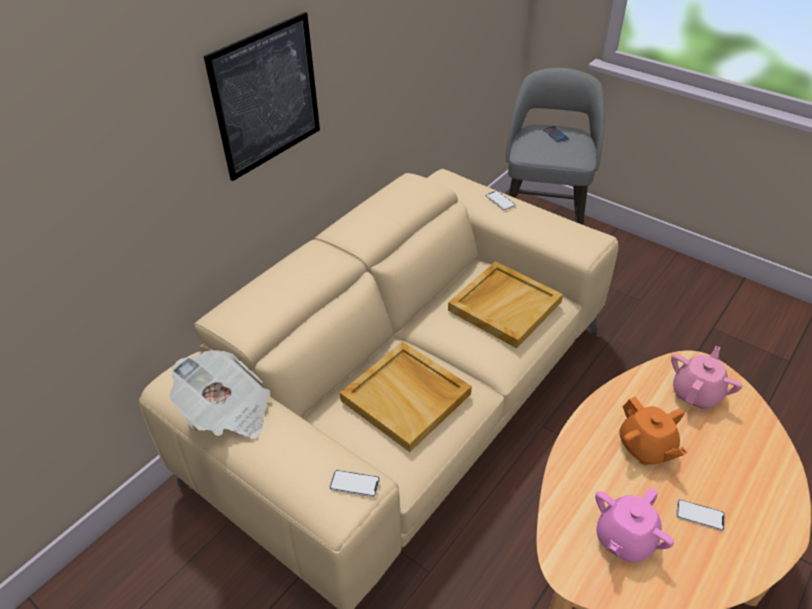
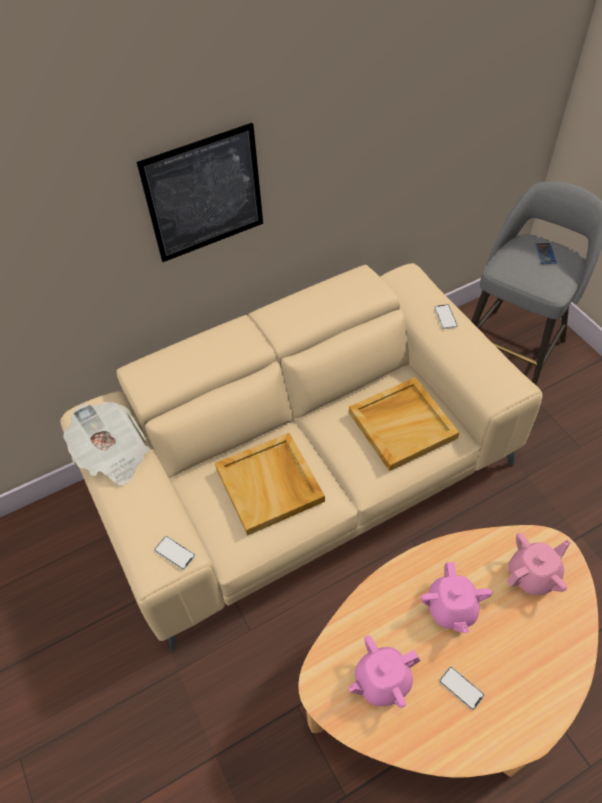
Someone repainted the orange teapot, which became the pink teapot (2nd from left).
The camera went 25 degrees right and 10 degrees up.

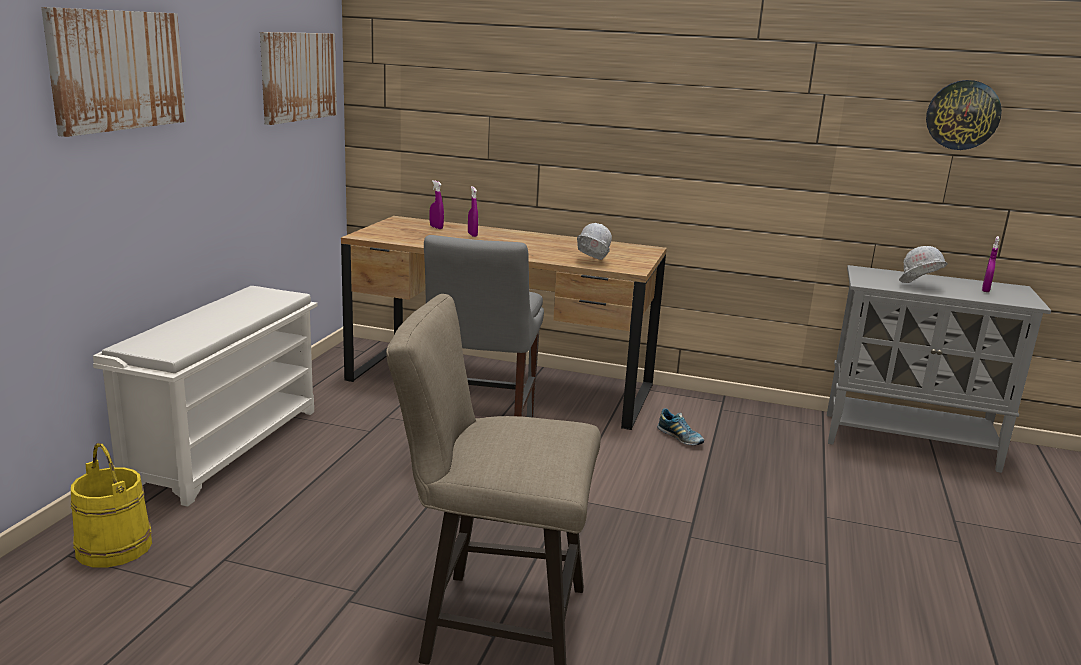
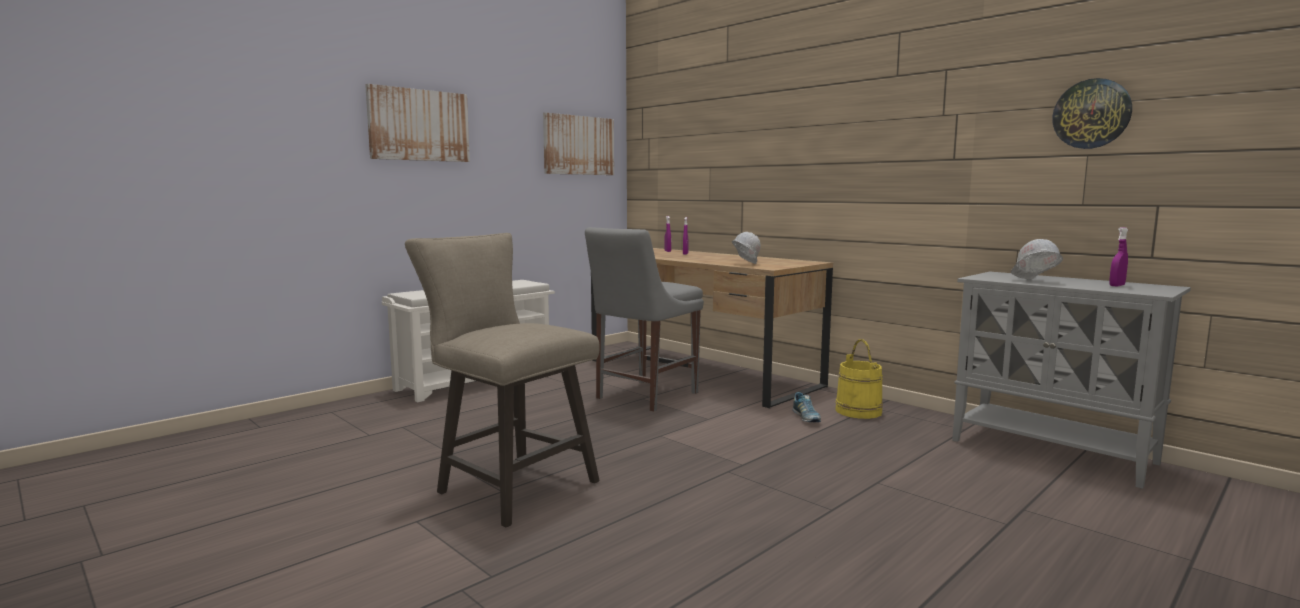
Someone carried the yellow bucket.
The camera went 30 degrees right and 10 degrees down.

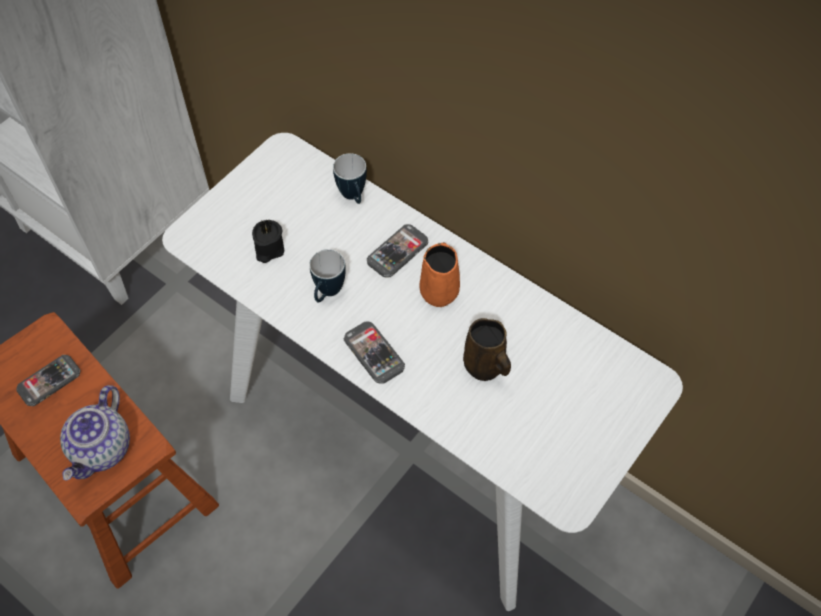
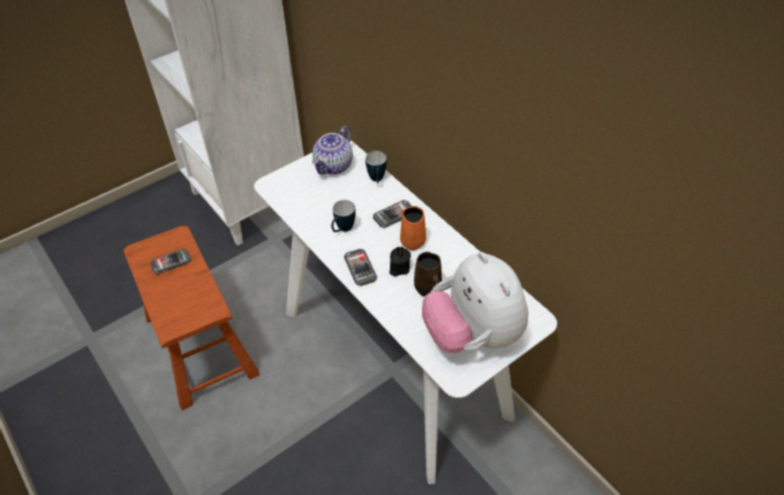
Someone carried the black candle.
Someone carried the teapot.
Someone put down the plush toy.
The camera went 15 degrees right and 10 degrees down.

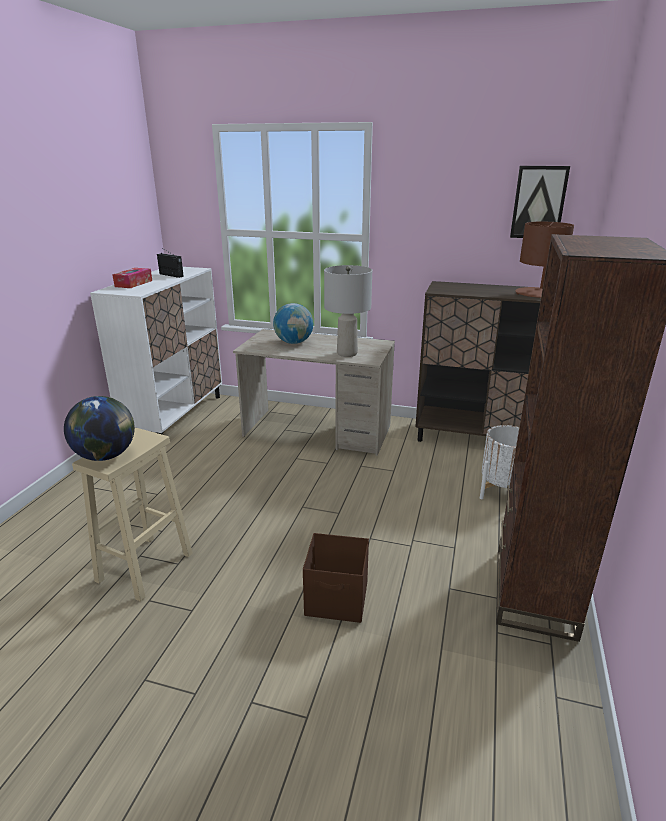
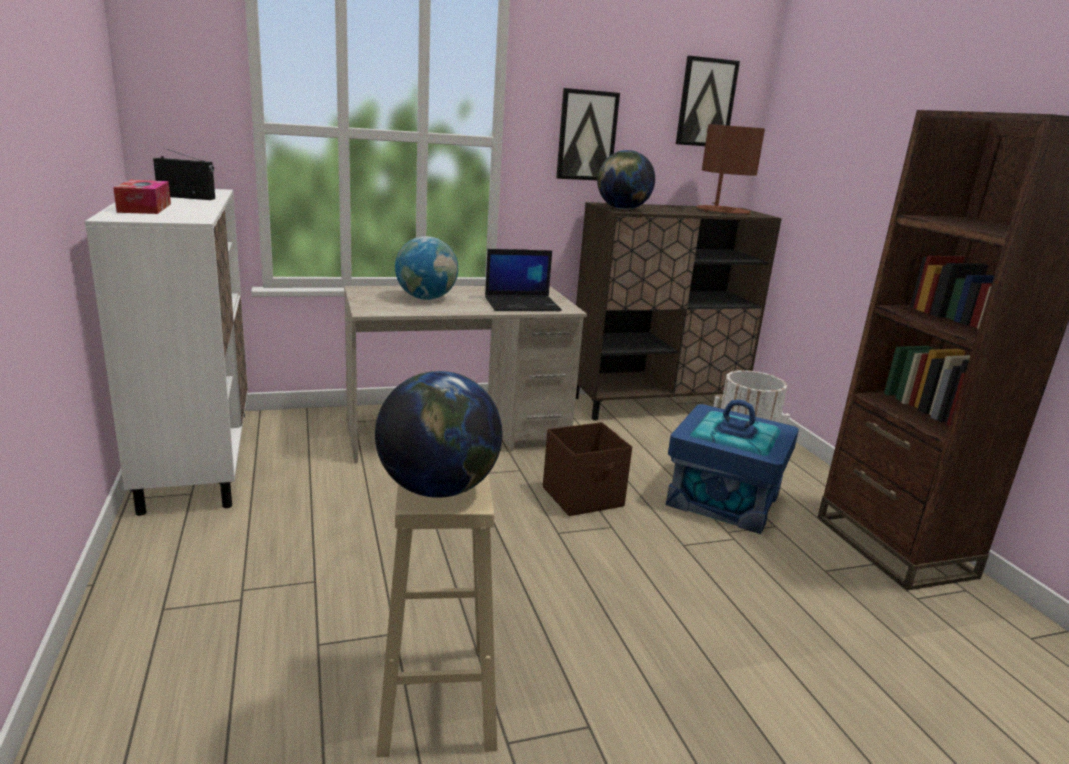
Someone swapped the grey table lamp for the laptop.
Someone carried the brown storage box.
Someone put up the picture (1st from left).
Someone put down the globe (3rd from left).
Someone put down the blue storage box.
The camera went 35 degrees left and 5 degrees down.

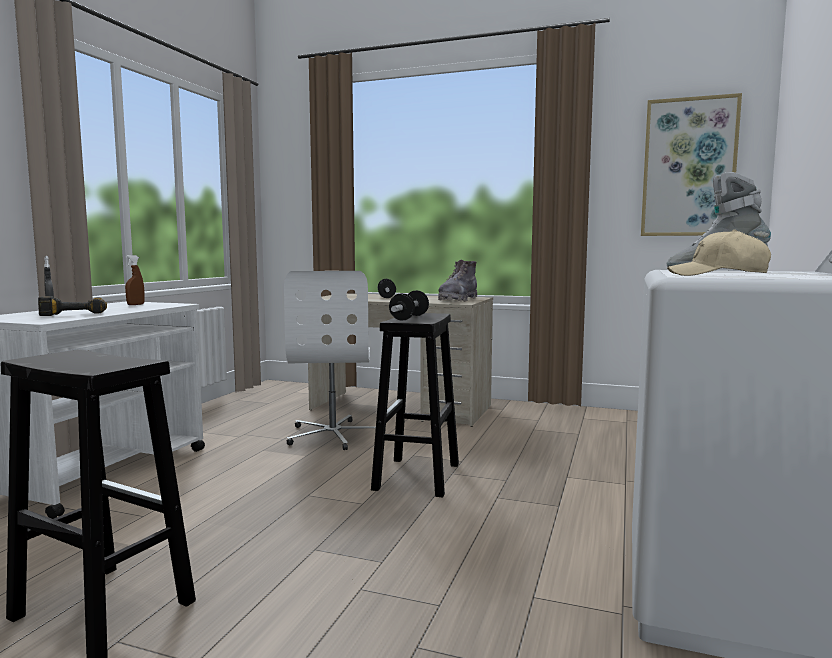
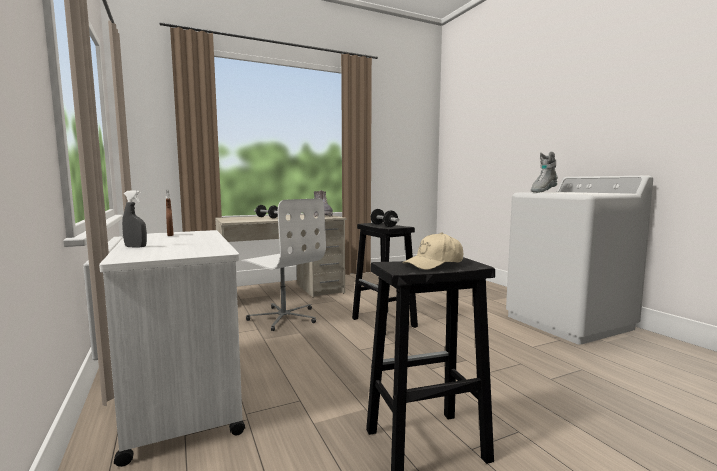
Someone took away the picture.
Someone carried the beige cap.
Someone took away the power drill.
The camera went 45 degrees left and 0 degrees up.

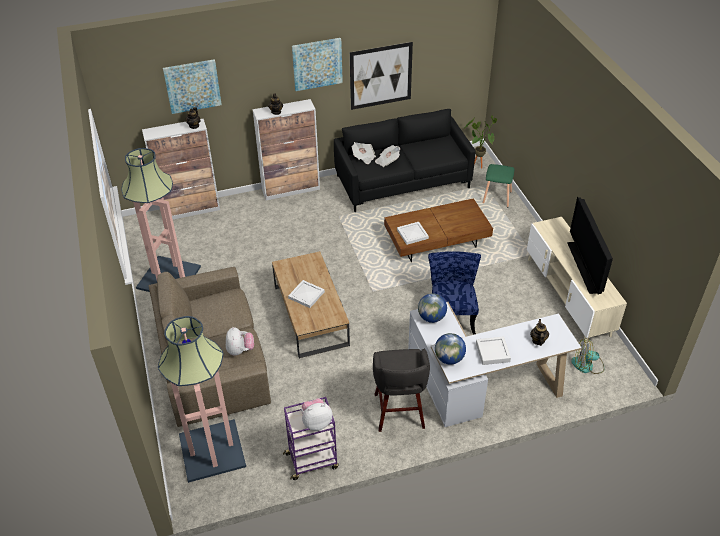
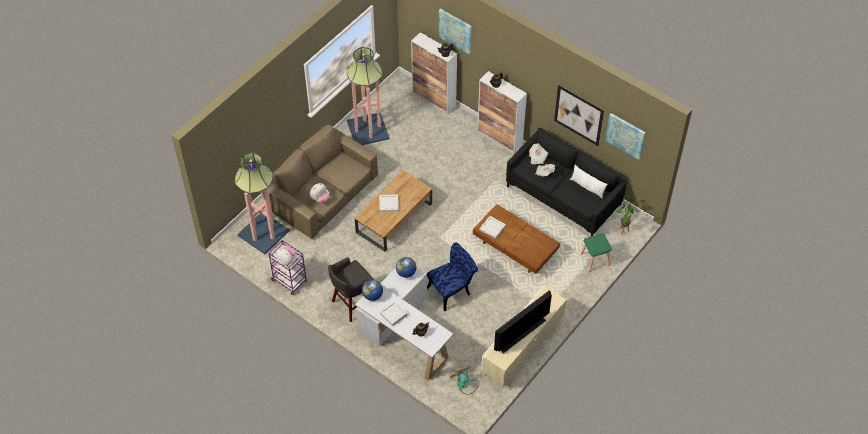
Someone carried the picture (2nd from left in the first image).
Someone put down the white pillow.
The camera went 55 degrees right and 10 degrees up.

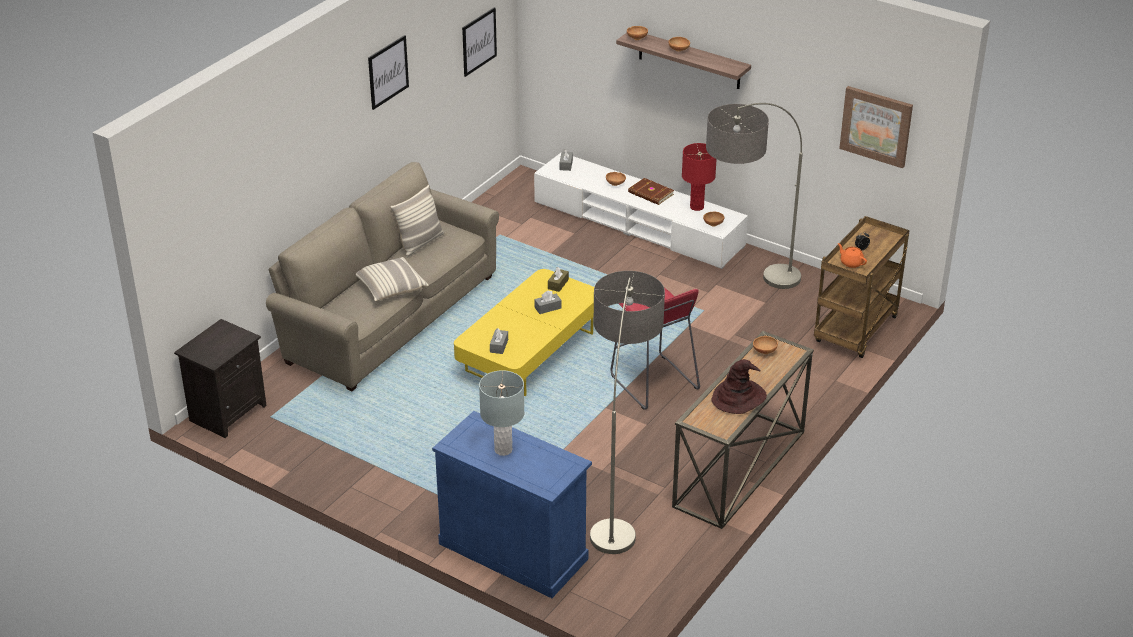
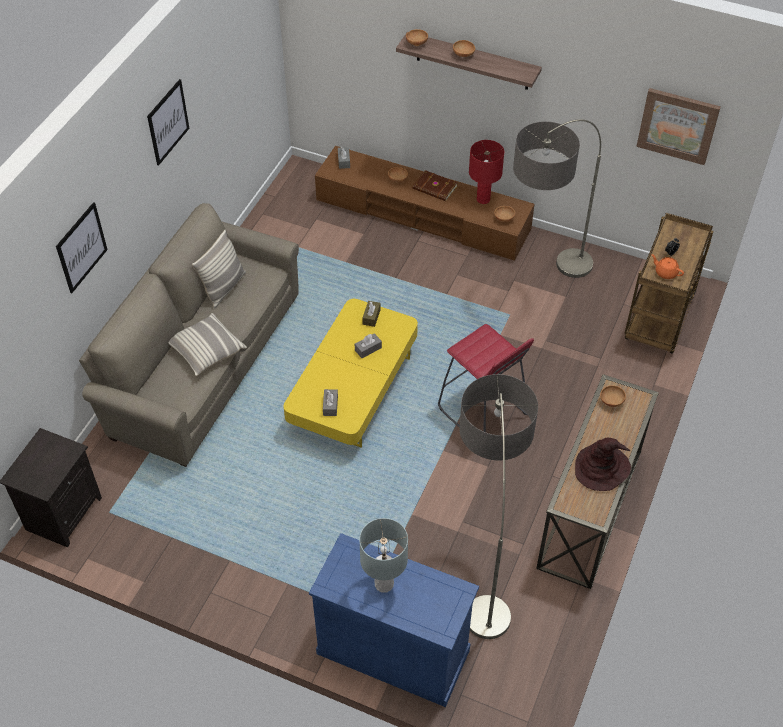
Someone carried the picture (2nd from left in the first image).
Someone repainted the white tv stand, which became the brown tv stand.
The camera went 10 degrees left and 15 degrees up.

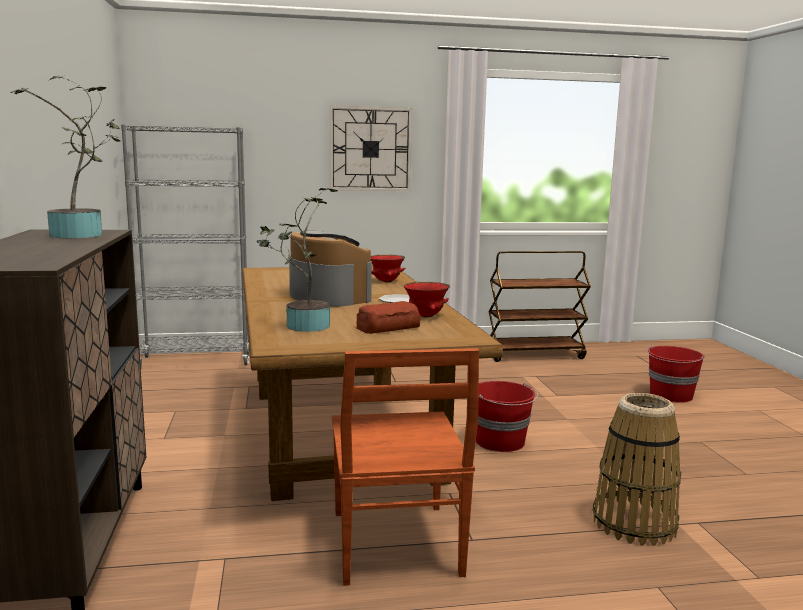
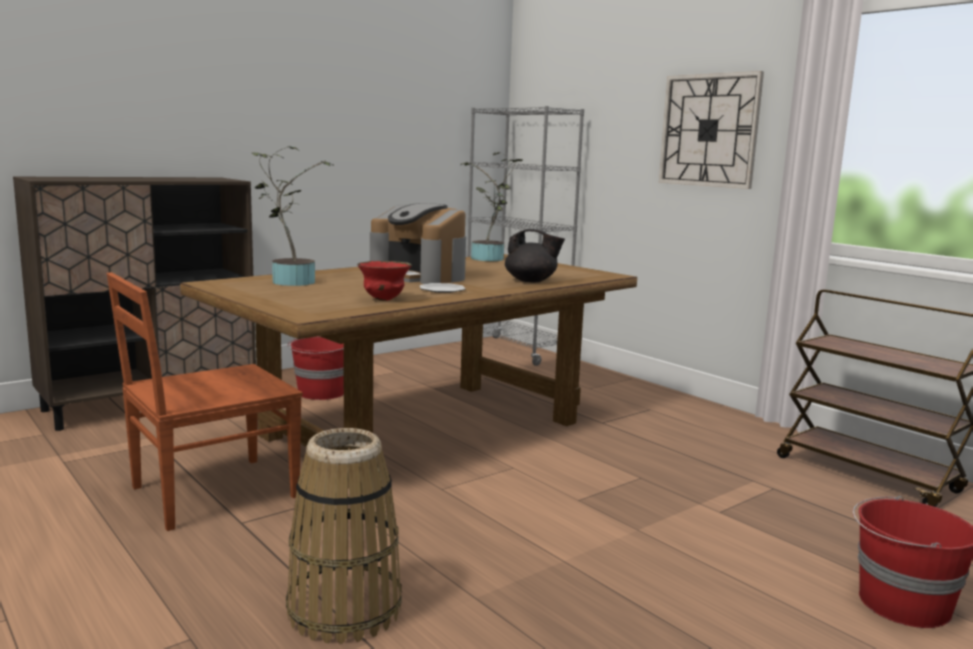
Someone carried the potted plant (1st from left in the first image).
Someone rotated the coffee machine by 105 degrees clockwise.
Someone swapped the red bowl (1st from left) for the black teapot.
Someone took away the bread.
Someone carried the red bucket (1st from left).
The camera went 60 degrees right and 0 degrees up.

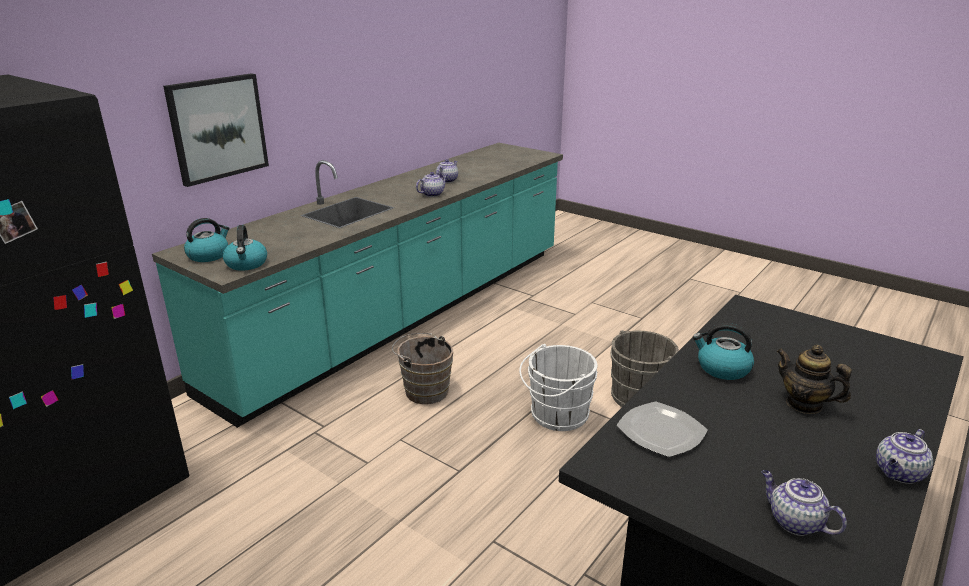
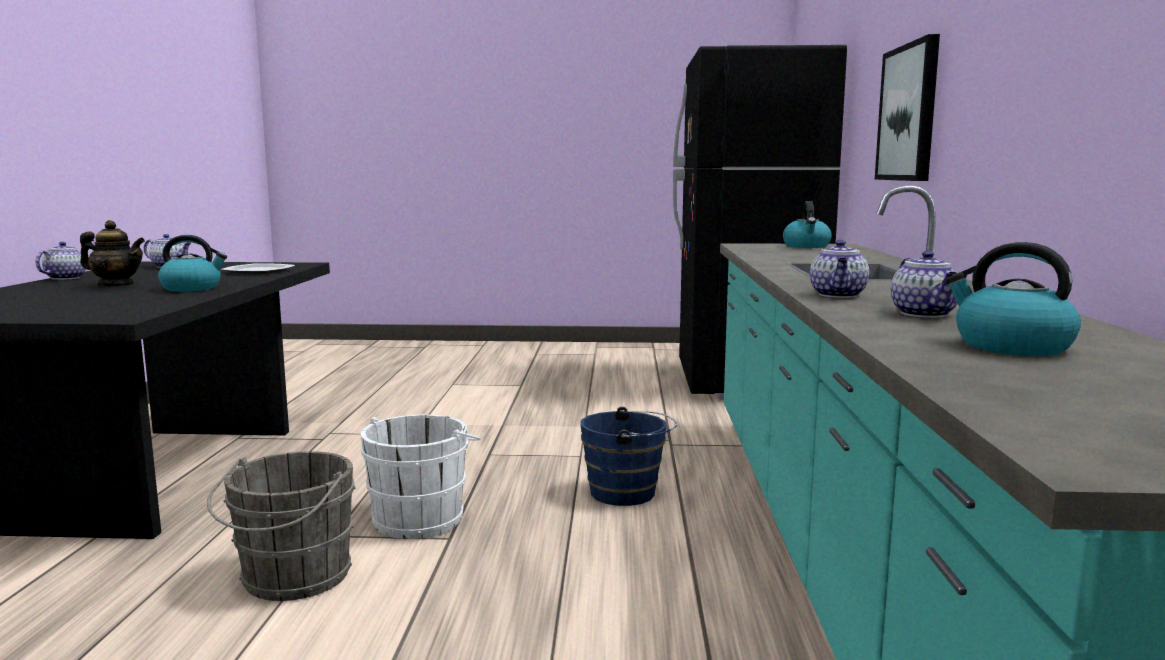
Someone carried the kettle (2nd from left in the first image).
Someone repainted the brown bucket, which became the blue bucket.
The camera went 145 degrees right and 15 degrees down.

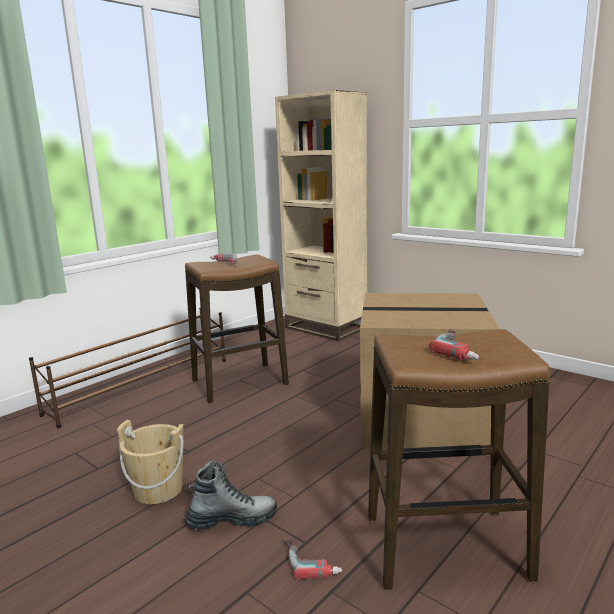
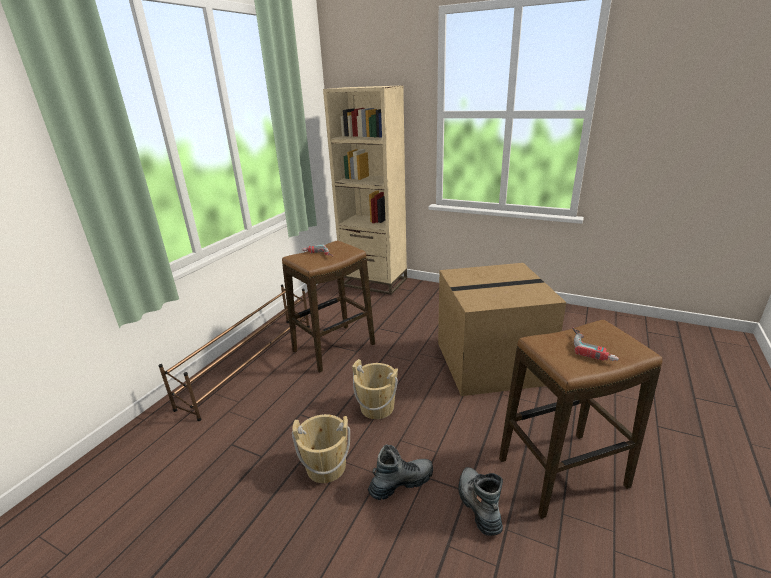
Someone swapped the power drill (2nd from left) for the boot (2nd from left).
Someone put down the beige bucket (2nd from left).
The camera went 15 degrees left and 10 degrees up.

